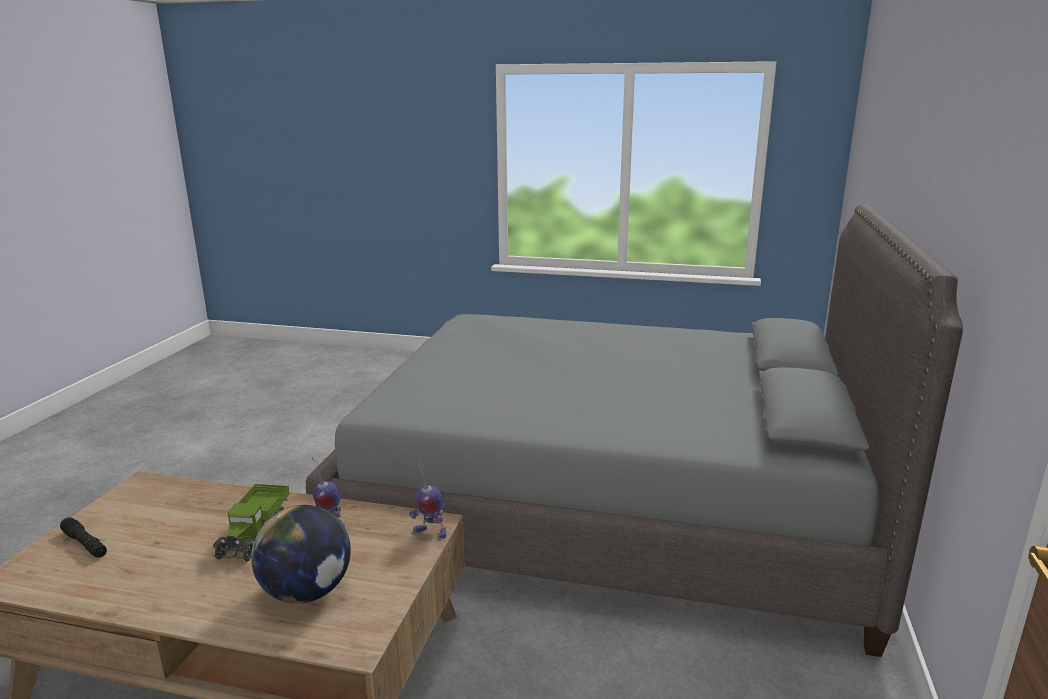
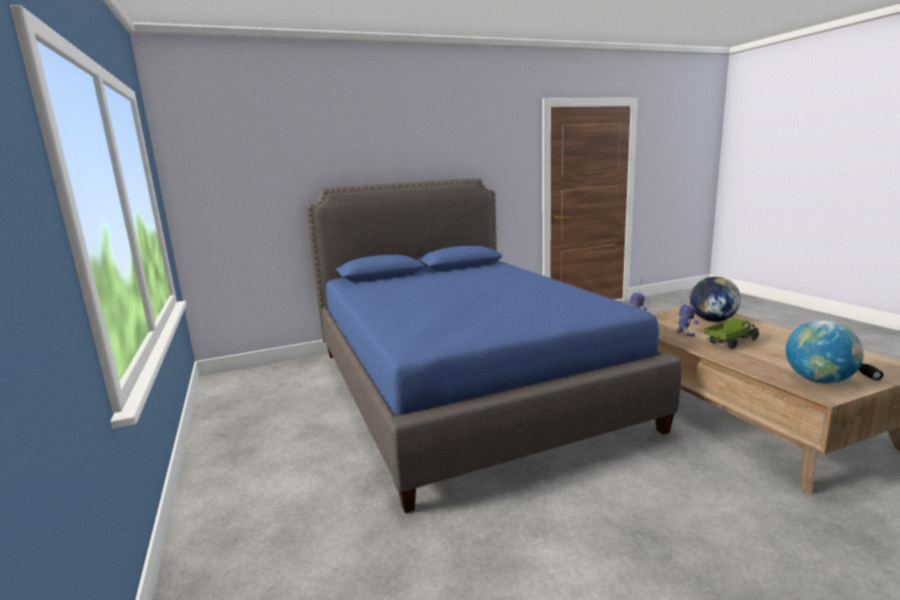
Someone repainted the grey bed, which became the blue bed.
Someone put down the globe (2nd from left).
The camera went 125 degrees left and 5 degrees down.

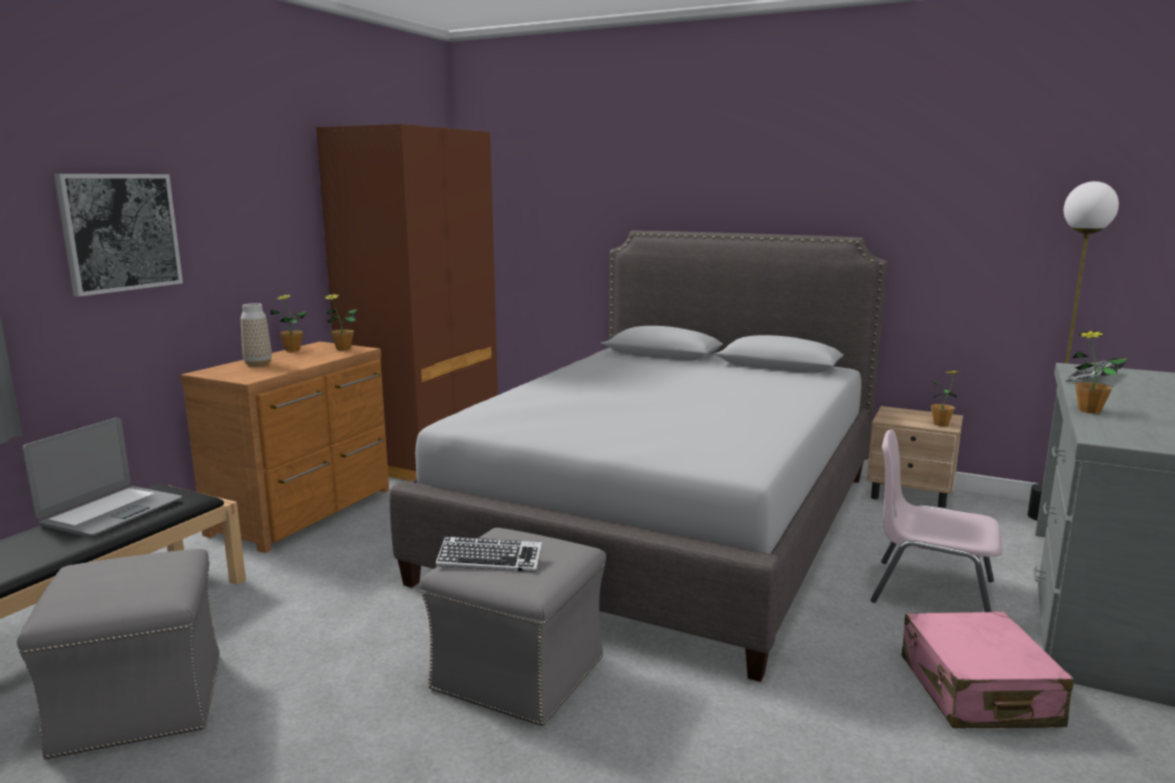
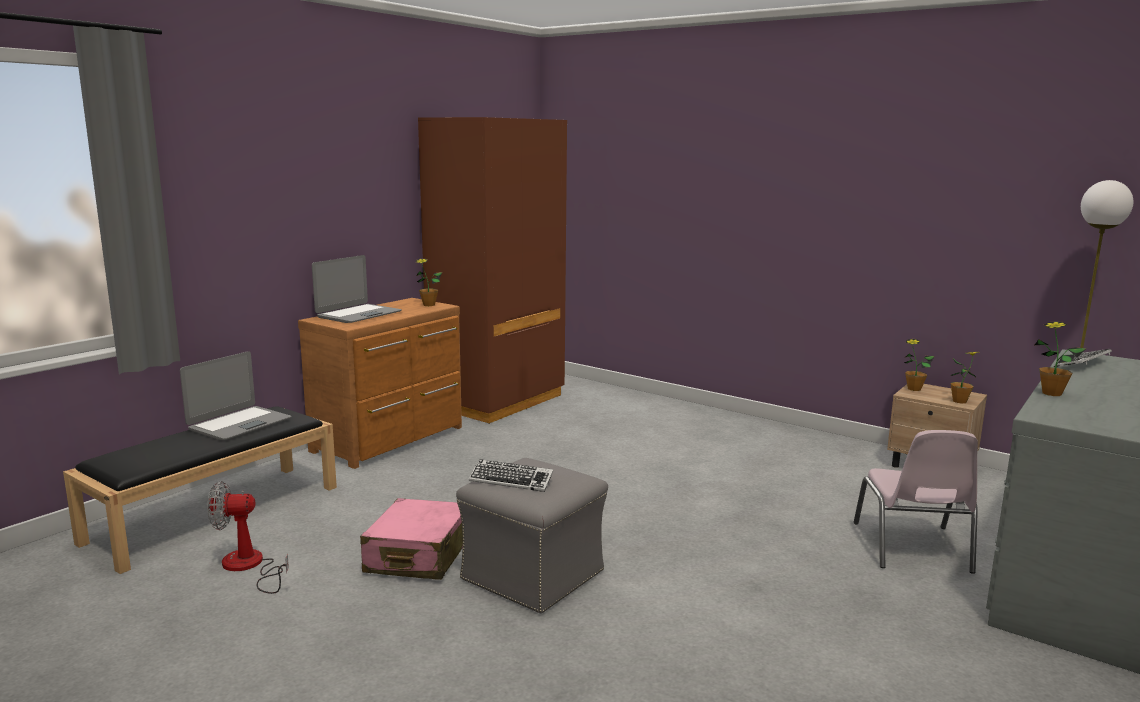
Someone took away the picture.
Someone took away the grey bed.
Someone carried the potted plant (1st from left in the first image).
Someone swapped the vase for the laptop (2nd from left).
Someone rotated the pink chair by 120 degrees counterclockwise.
Someone swapped the grey ottoman (1st from left) for the fan.
Someone carried the pink suitcase.
The camera went 10 degrees right and 0 degrees up.

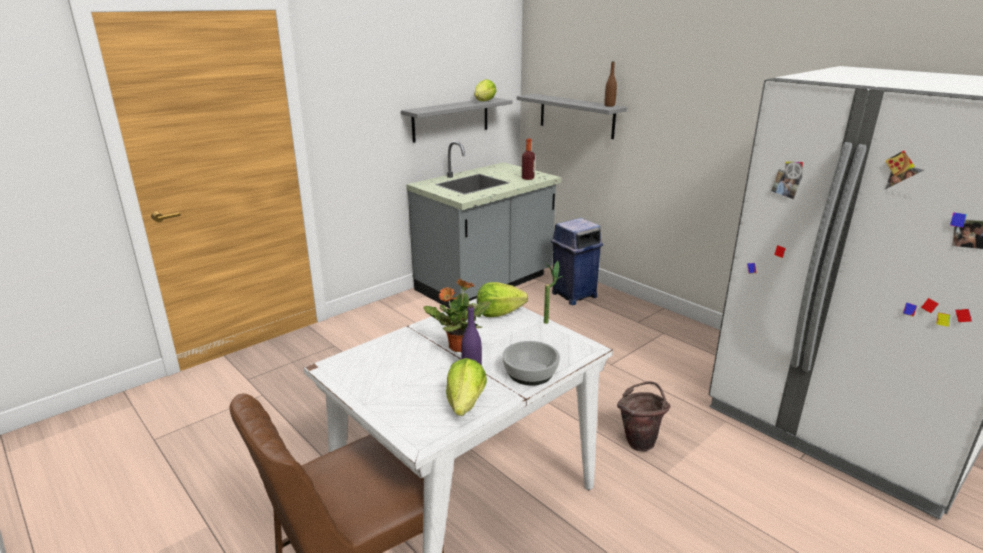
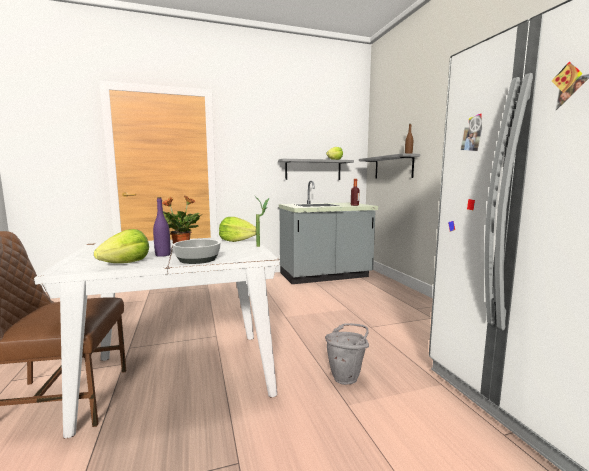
Someone took away the blue trash can.
Someone repainted the brown bucket, which became the grey bucket.
The camera went 25 degrees right and 15 degrees down.

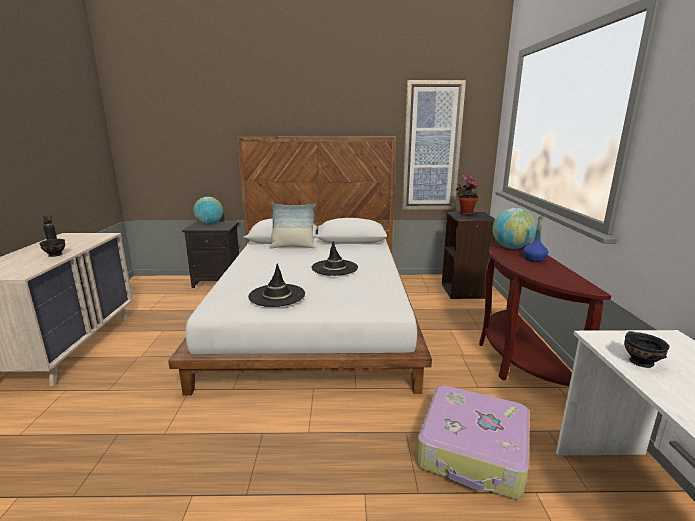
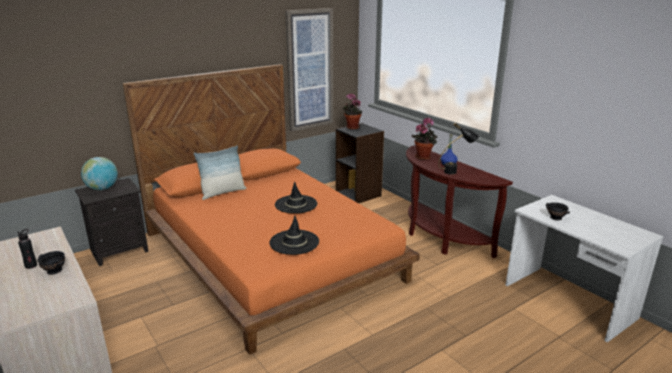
Someone repainted the white bed, which became the orange bed.
Someone swapped the globe (2nd from left) for the potted plant (2nd from left).
Someone took away the suitcase.
Someone put down the black table lamp.
The camera went 35 degrees left and 5 degrees up.

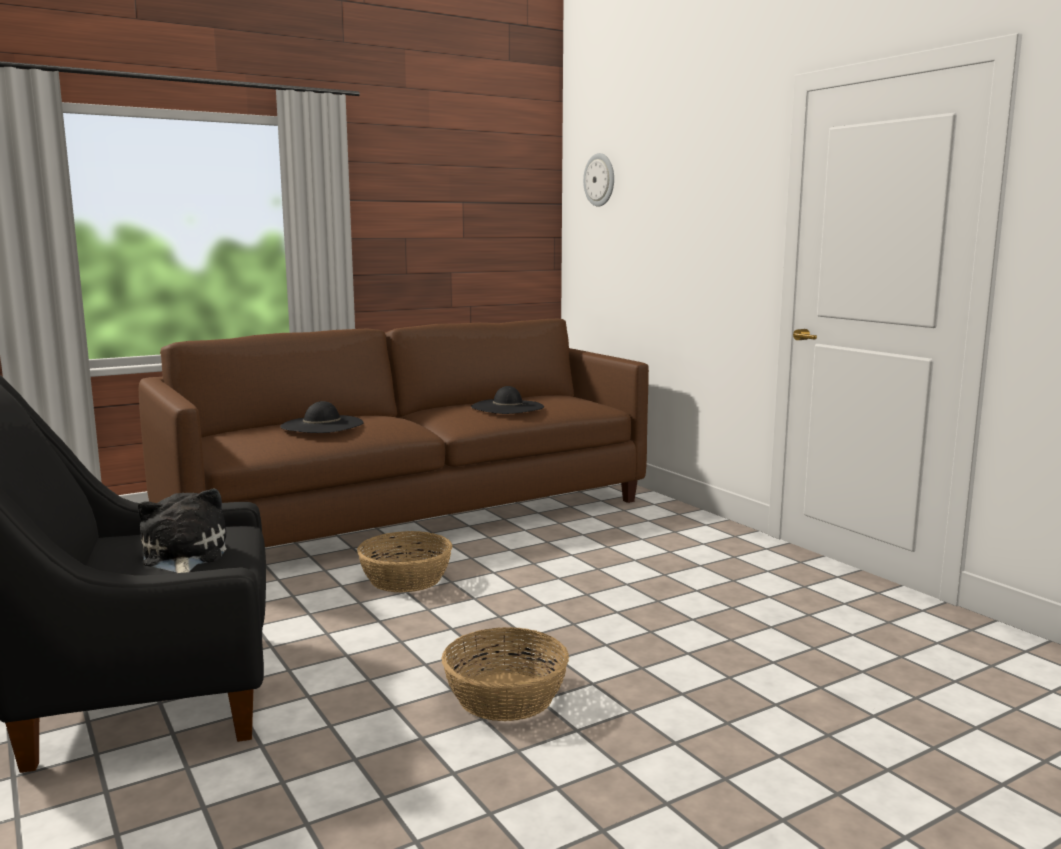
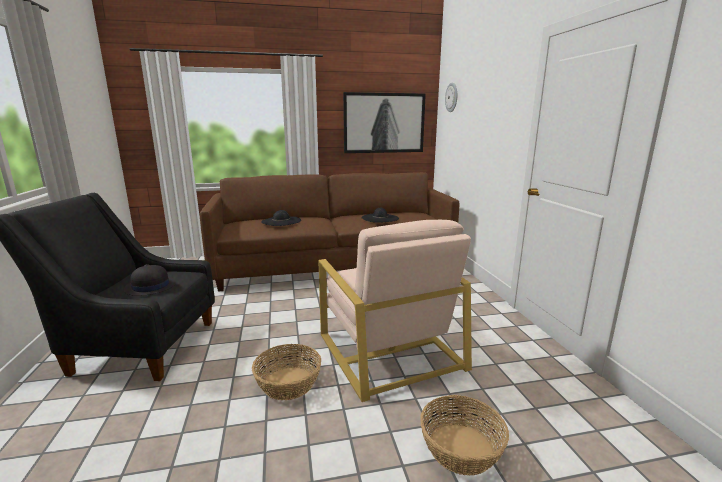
Someone swapped the plush toy for the black hat (1st from left).
Someone carried the basket (1st from left in the first image).
Someone put up the picture.
Someone put down the beige armchair.
The camera went 20 degrees right and 5 degrees up.

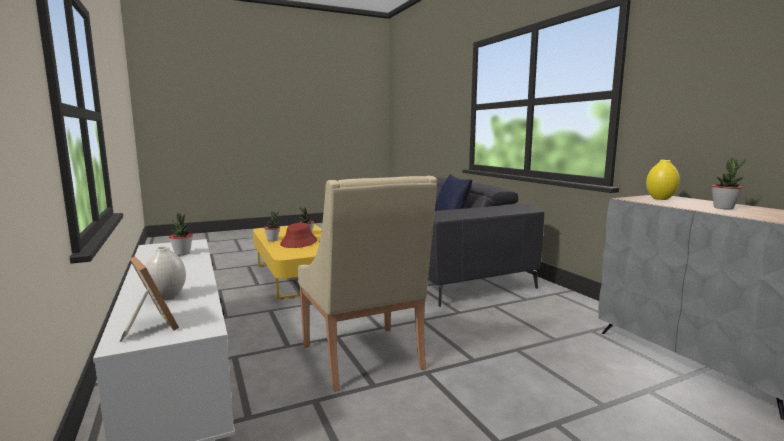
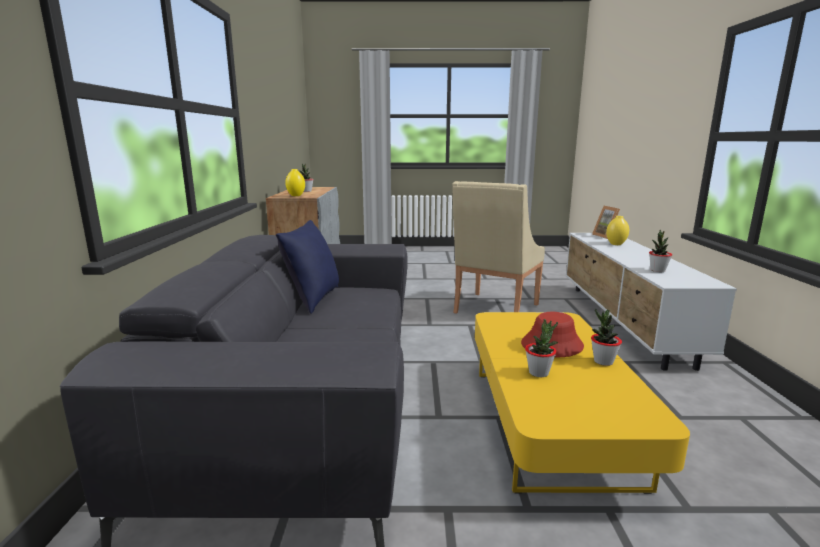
Someone rotated the beige armchair by 150 degrees counterclockwise.
Someone repainted the white vase, which became the yellow vase (2nd from left).
The camera went 155 degrees left and 5 degrees up.

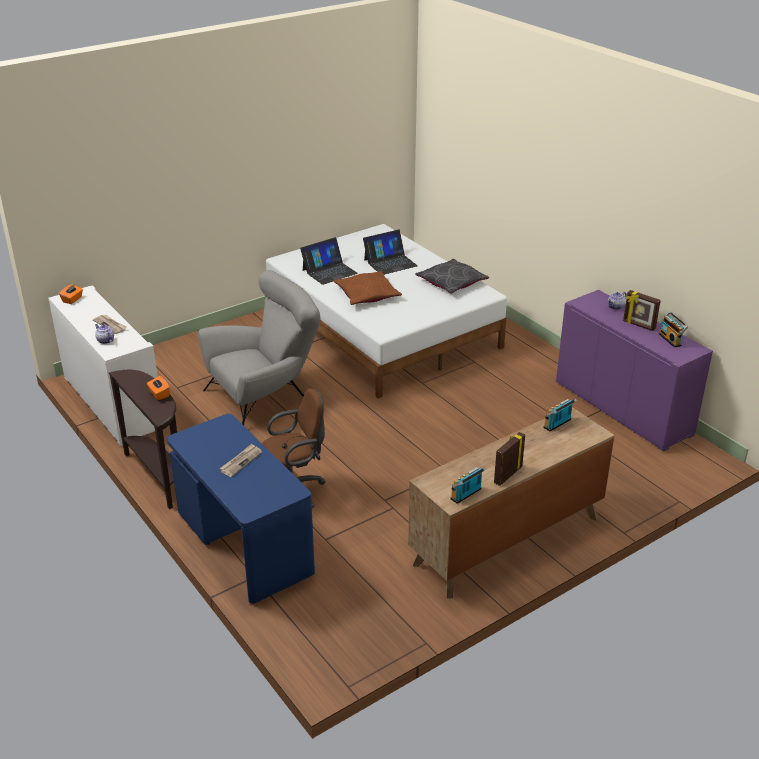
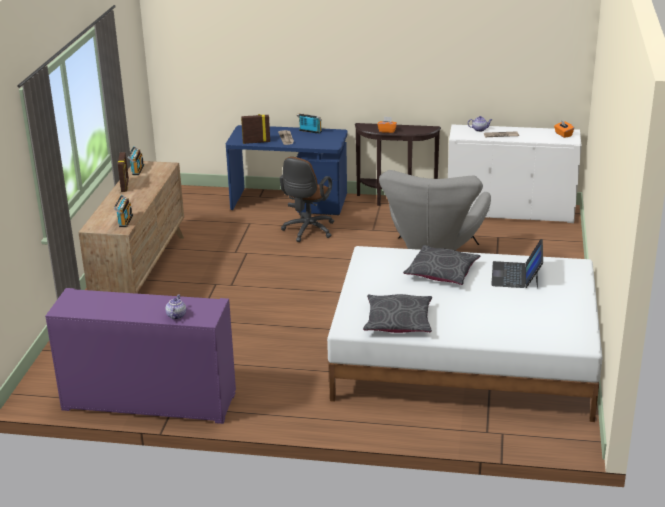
Someone took away the laptop (2nd from left).
Someone repainted the brown pillow, which became the grey pillow (2nd from left).
Someone carried the picture frame (2nd from left).
Someone carried the radio (3rd from left).
The camera went 135 degrees right and 5 degrees down.

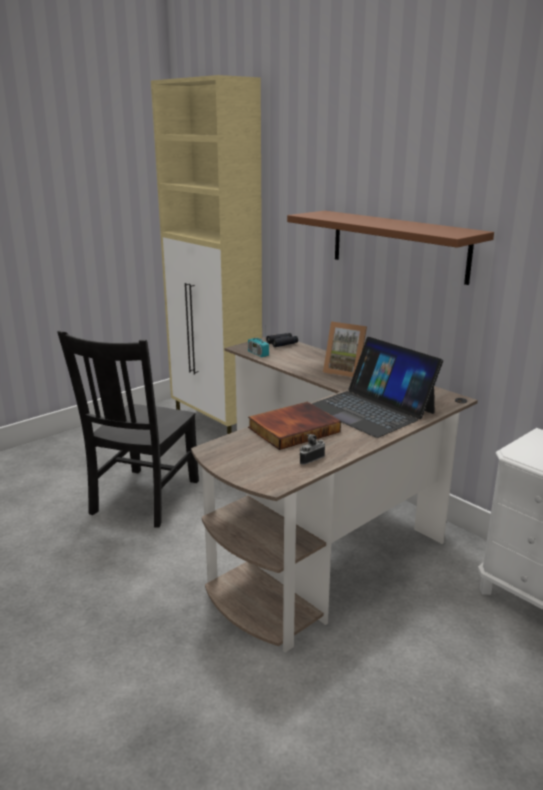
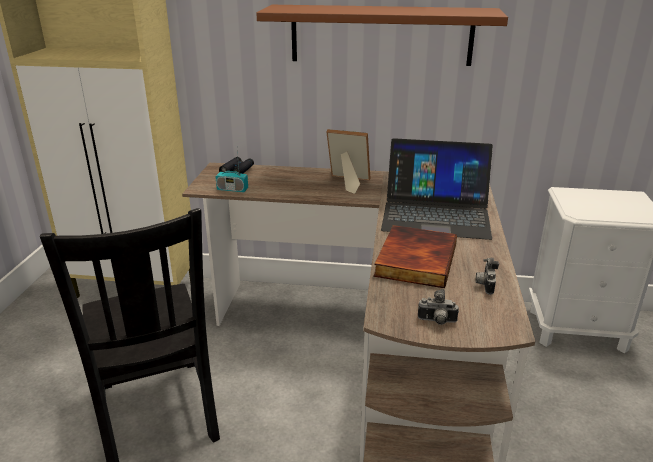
Someone rotated the picture frame by 150 degrees counterclockwise.
Someone put down the photo camera (1st from left).
The camera went 40 degrees left and 5 degrees up.

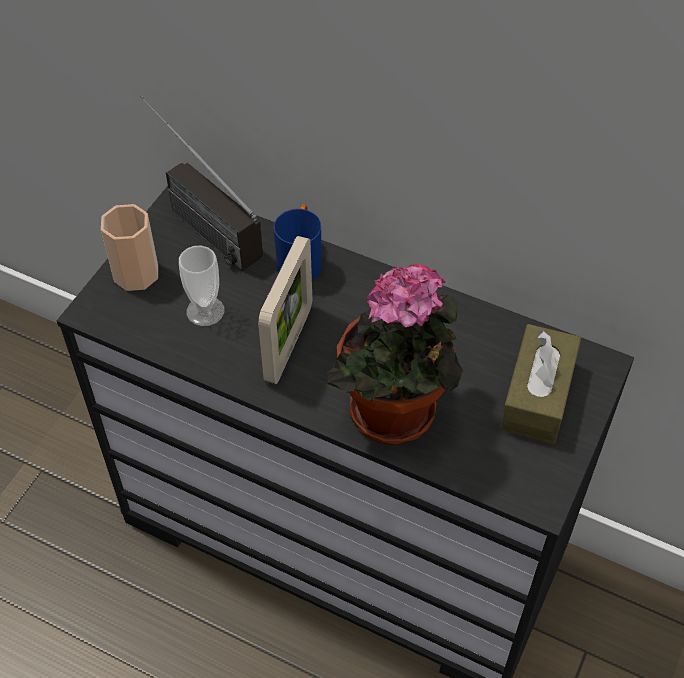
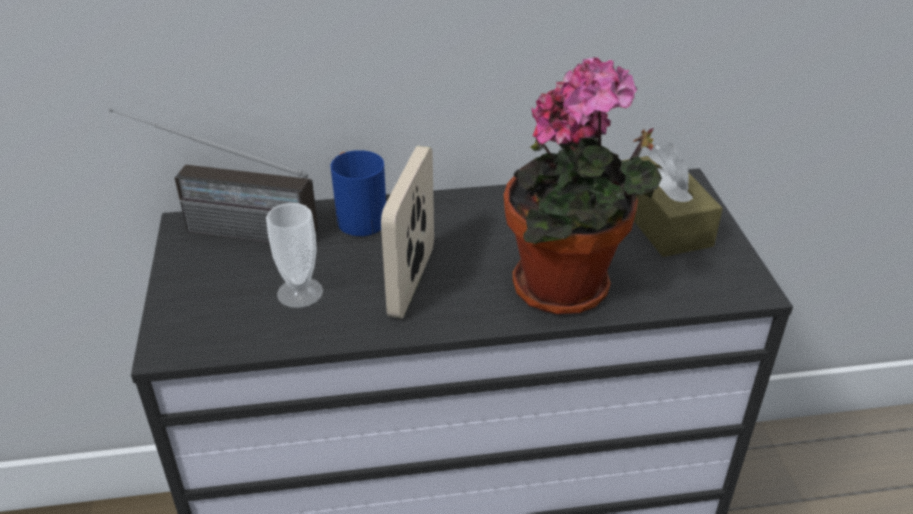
Someone took away the cup (1st from left).
Someone rotated the picture frame by 150 degrees counterclockwise.
The camera went 35 degrees left and 15 degrees down.

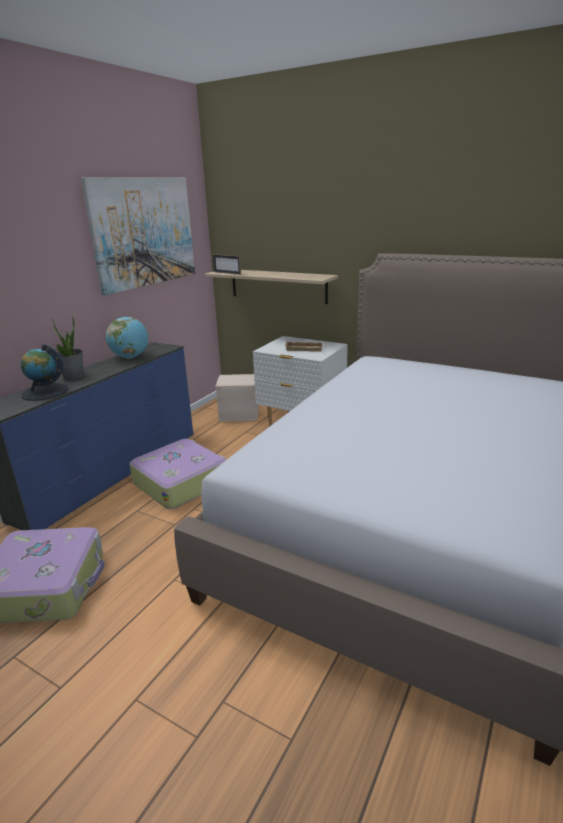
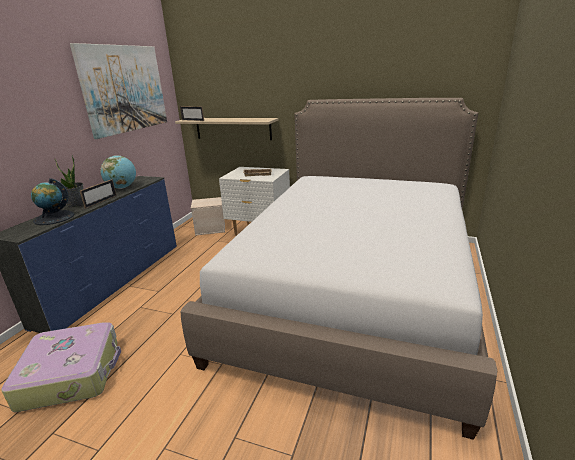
Someone took away the suitcase (2nd from left).
Someone put down the picture frame (1st from left).
The camera went 10 degrees left and 0 degrees up.

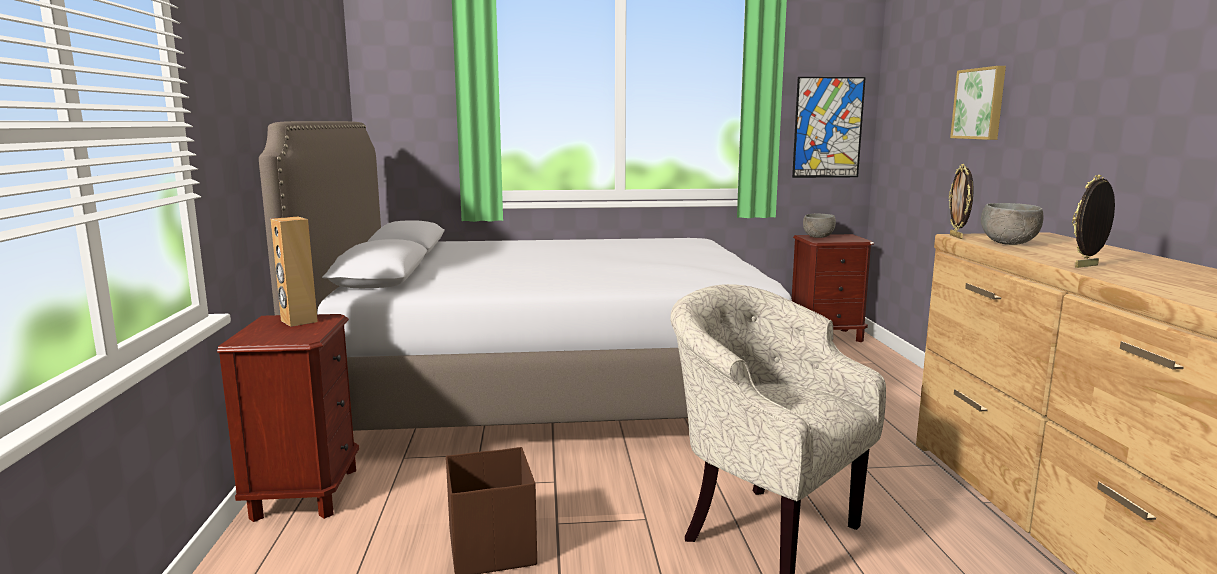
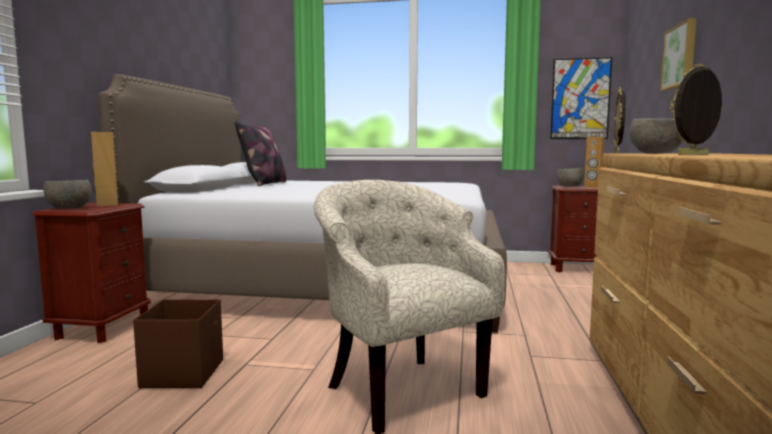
Someone put down the pillow.
Someone put down the brown speaker (2nd from left).
Someone put down the grey bowl (1st from left).
The camera went 15 degrees right and 5 degrees down.

